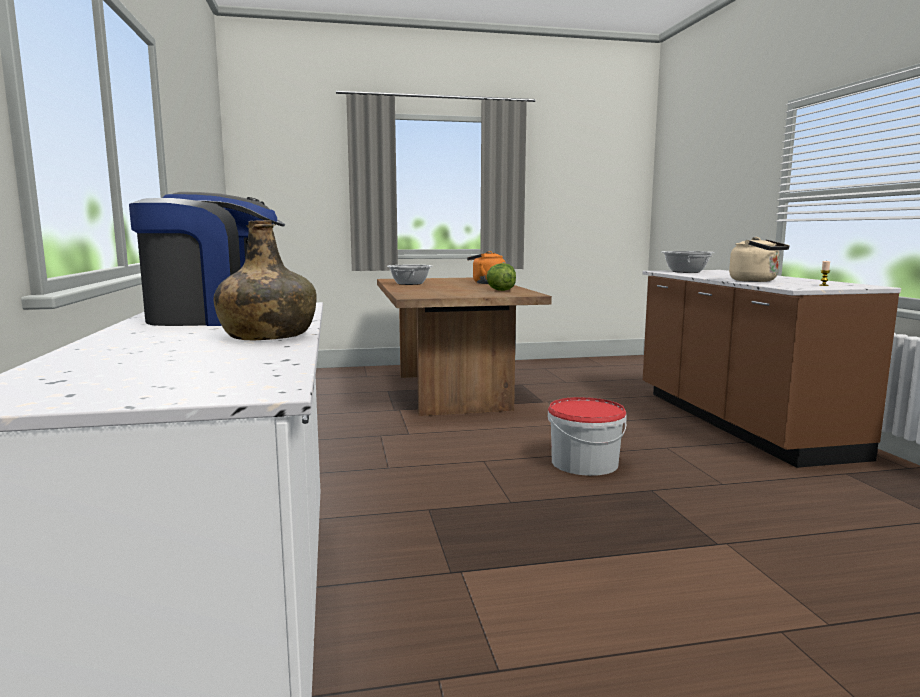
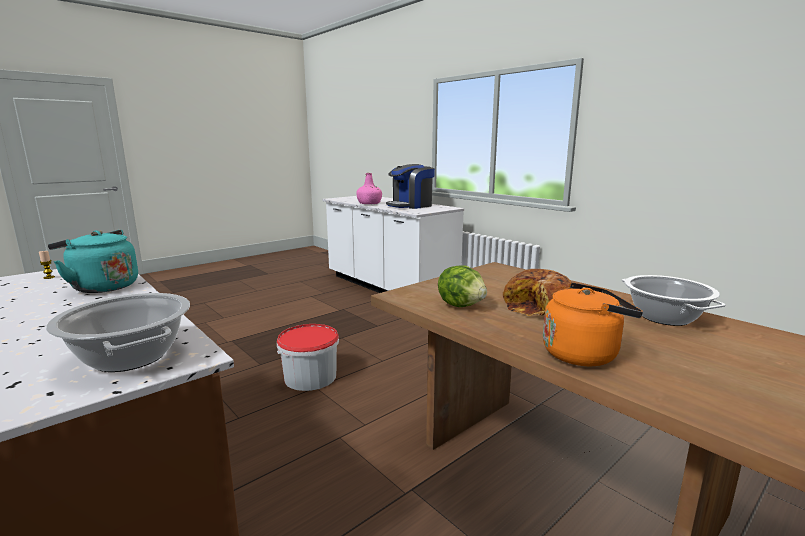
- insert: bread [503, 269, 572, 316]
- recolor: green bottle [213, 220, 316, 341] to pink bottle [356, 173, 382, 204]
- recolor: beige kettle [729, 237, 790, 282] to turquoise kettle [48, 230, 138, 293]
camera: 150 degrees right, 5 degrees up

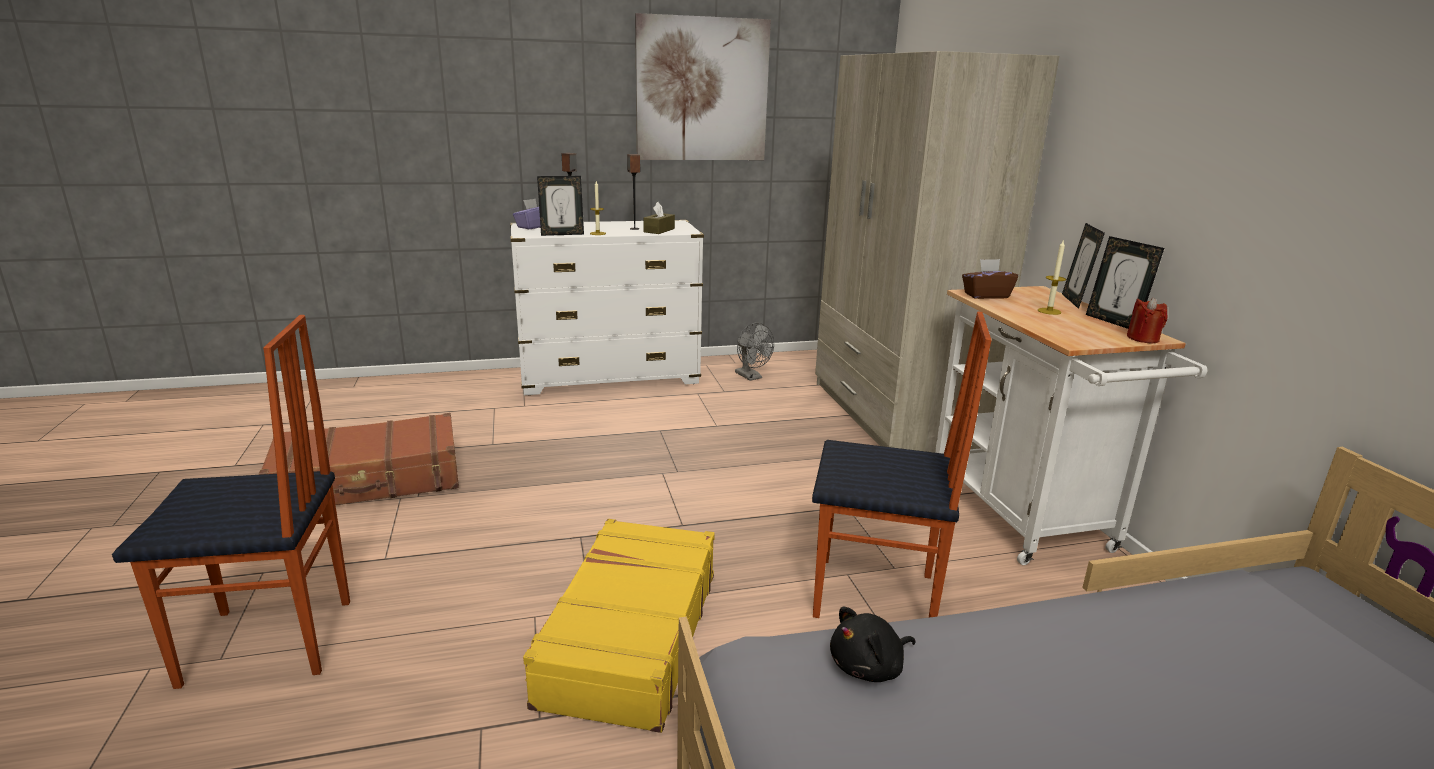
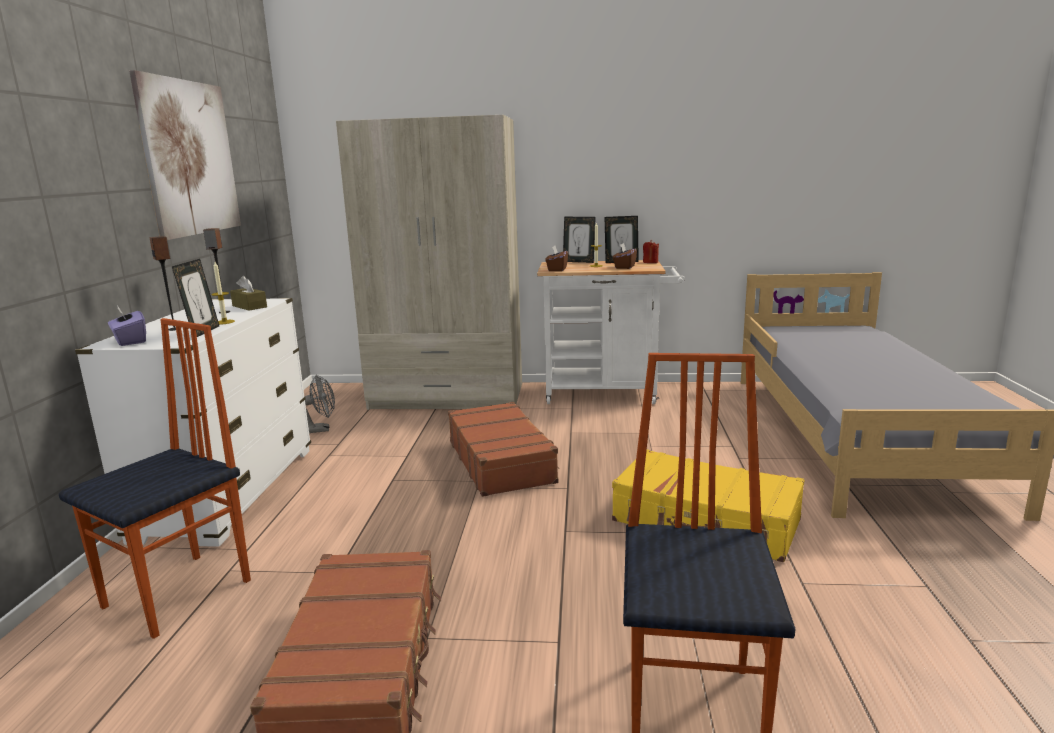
- delete: black plush toy [830, 607, 916, 682]
- insert: brown suitcase [448, 402, 558, 497]
- insert: brown tissue box [613, 243, 637, 269]
- move: chair [812, 311, 992, 618] to [59, 318, 251, 639]
camera: 70 degrees left, 5 degrees down

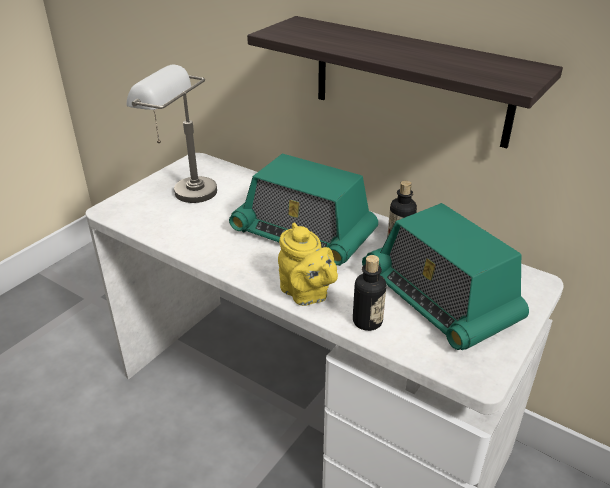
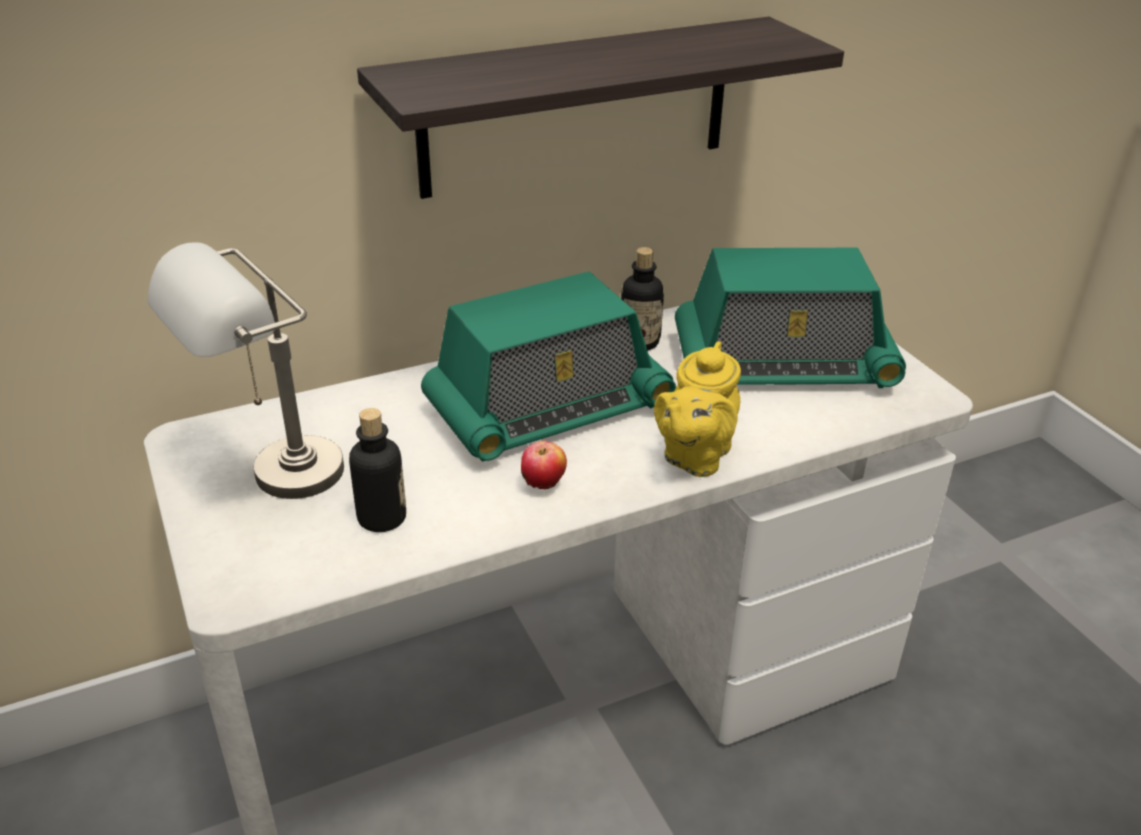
- insert: apple [521, 441, 567, 489]
- move: bottle [353, 255, 386, 331] to [349, 408, 406, 532]
- rotate: yellow teapot [278, 223, 338, 306] = [654, 341, 741, 477] 120 degrees clockwise
camera: 60 degrees left, 0 degrees up

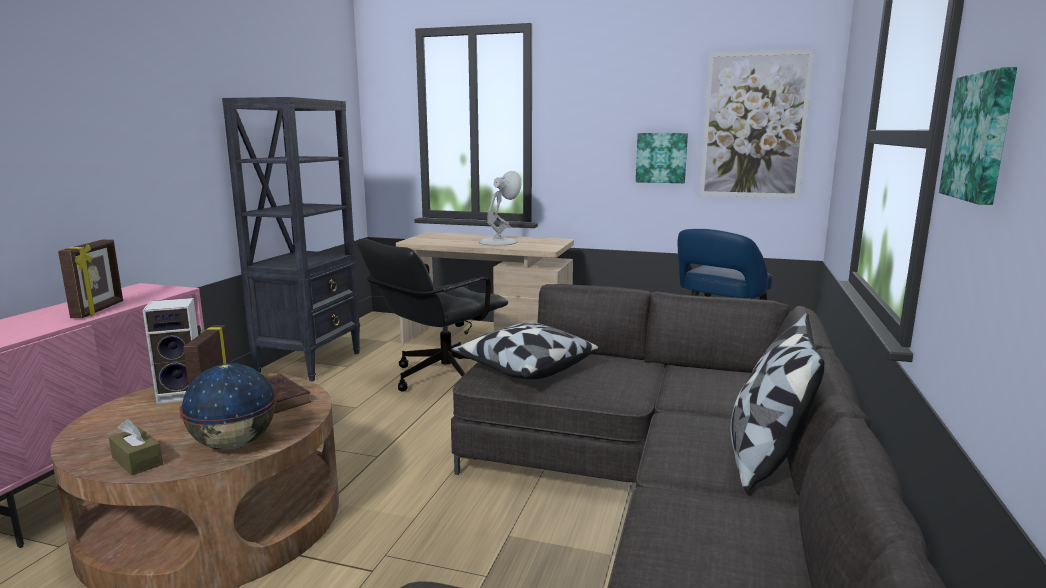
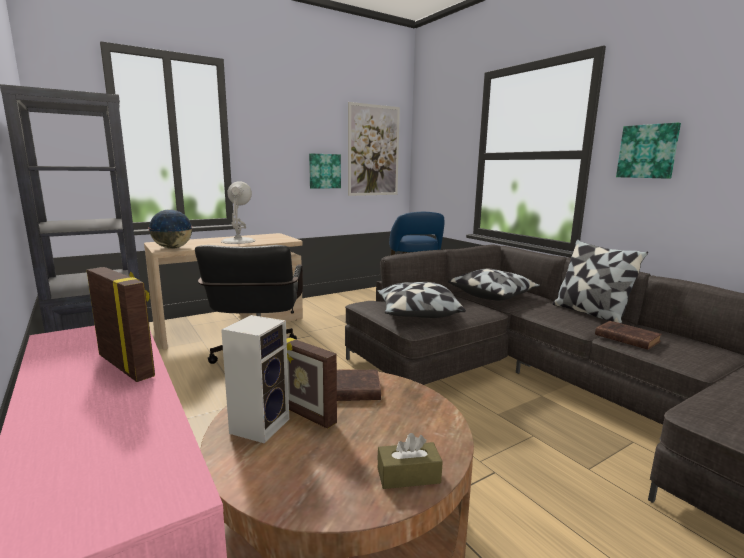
- insert: pillow [448, 269, 540, 300]
- insert: brown book [595, 321, 662, 350]
- move: globe [179, 363, 277, 450] to [149, 209, 193, 249]
camera: 50 degrees left, 0 degrees up

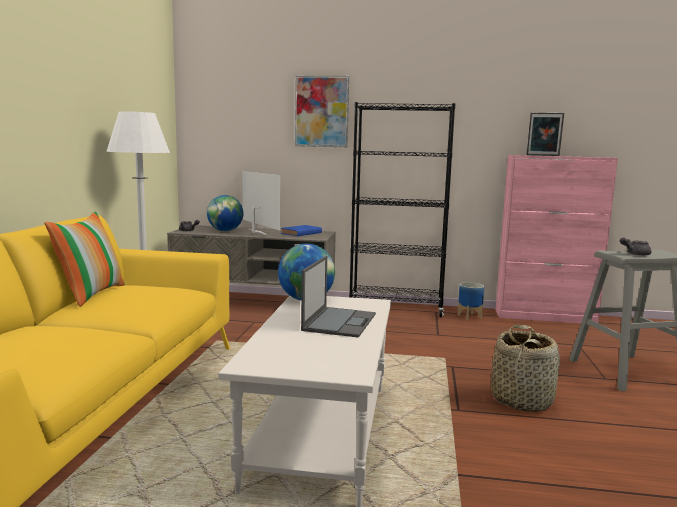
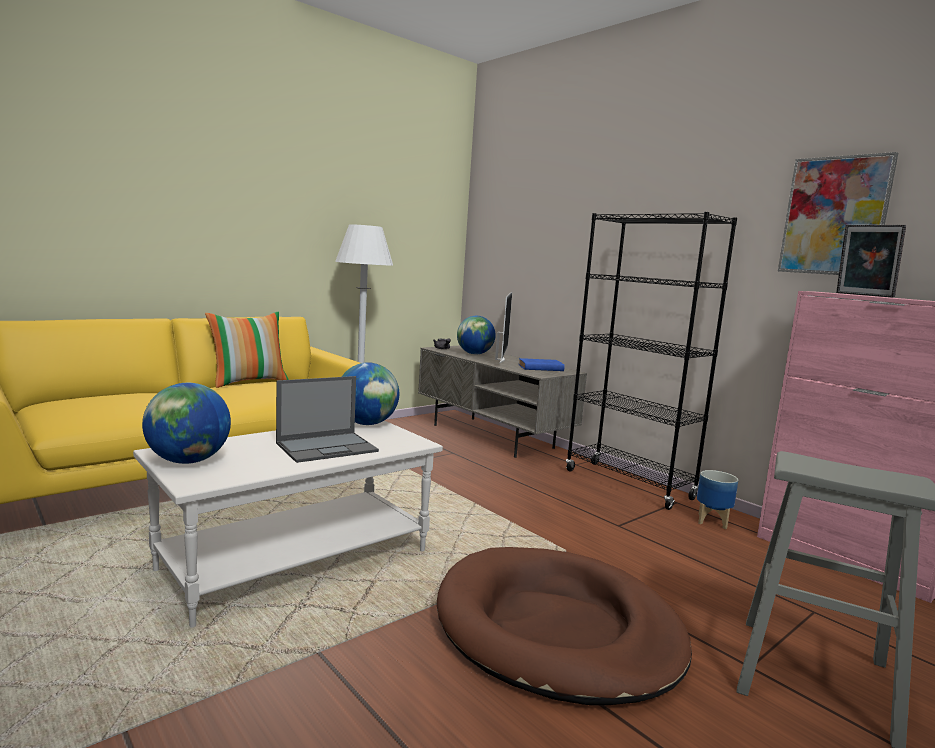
- delete: grey teapot [619, 237, 651, 256]
- insert: globe [142, 383, 231, 464]
- move: picture [295, 76, 349, 147] to [778, 152, 898, 275]
- replace: basket [491, 325, 560, 412] to brown dog bed [437, 547, 692, 706]
camera: 40 degrees right, 0 degrees up

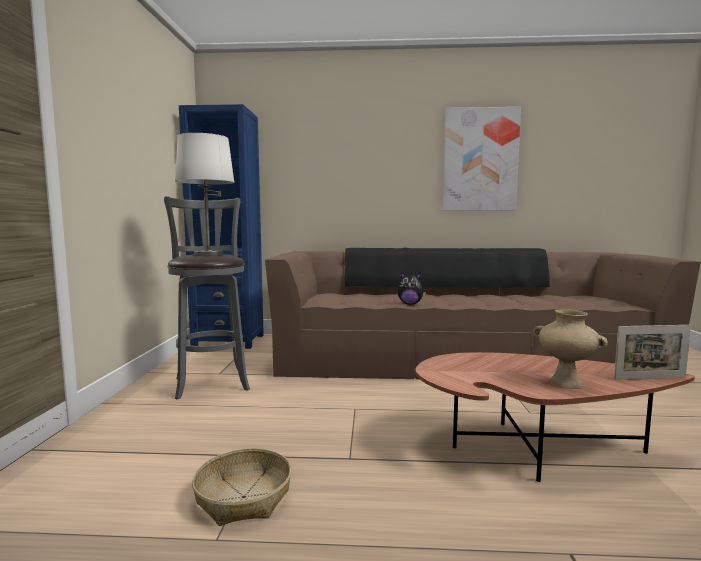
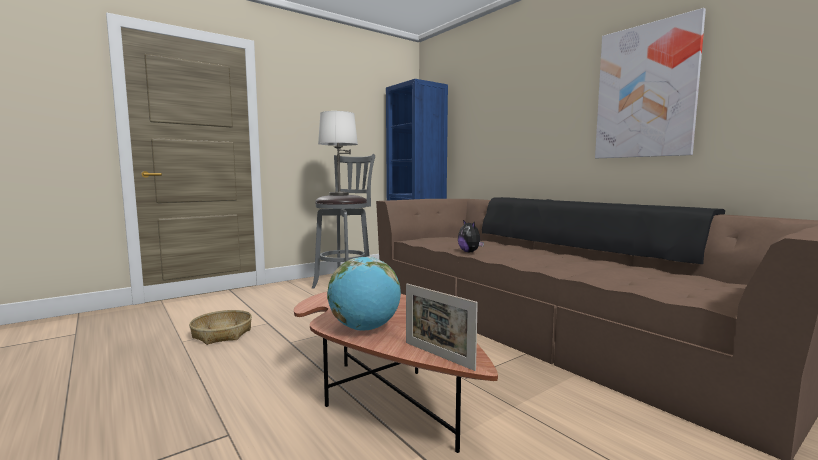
- replace: beige vase [533, 309, 608, 389] to globe [327, 256, 401, 331]
camera: 50 degrees right, 0 degrees up

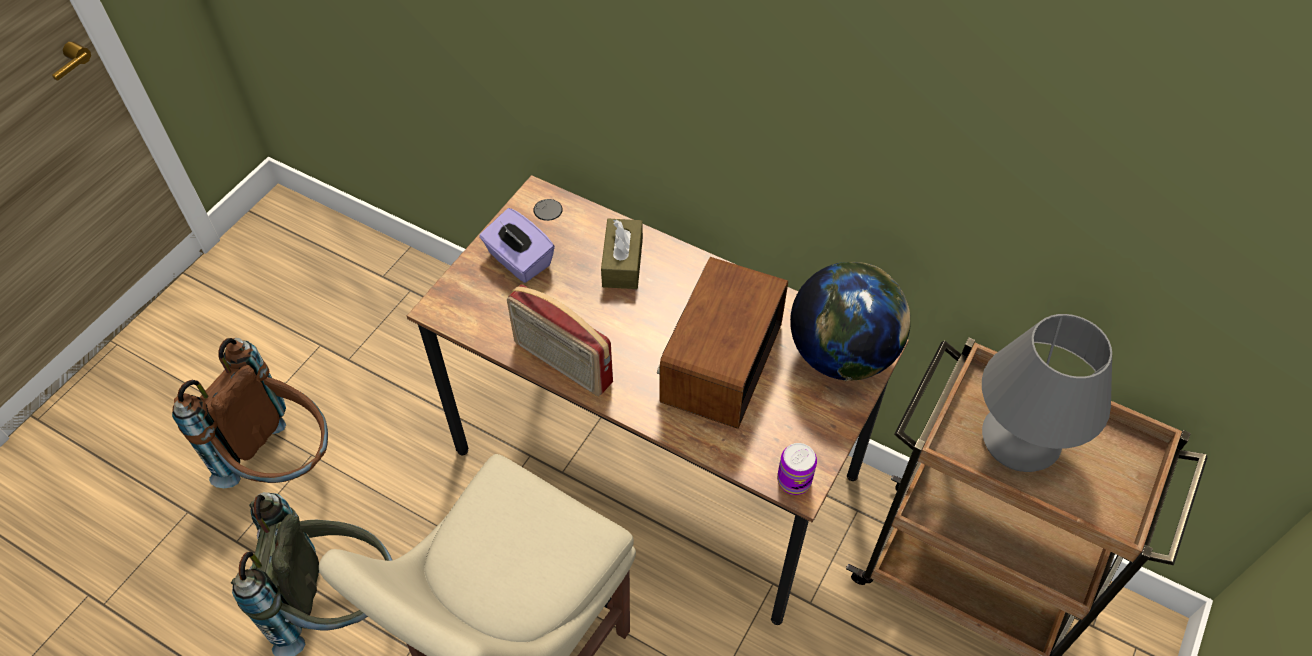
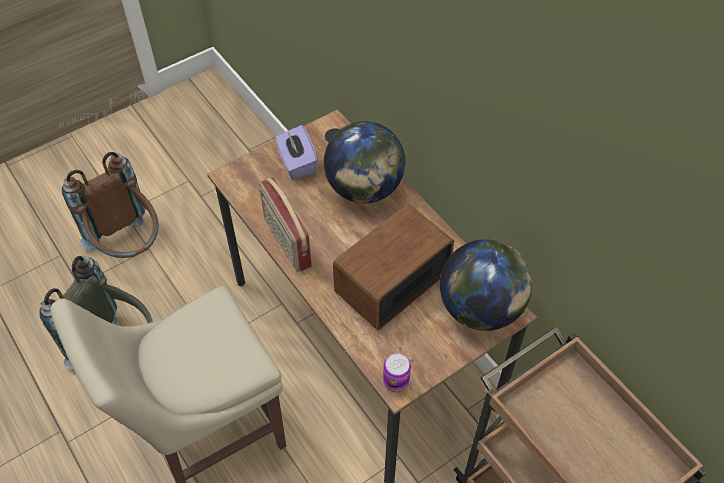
- delete: grey table lamp [982, 314, 1112, 472]
- replace: brown tissue box [601, 219, 643, 289] to globe [324, 121, 405, 204]
camera: 25 degrees right, 0 degrees up

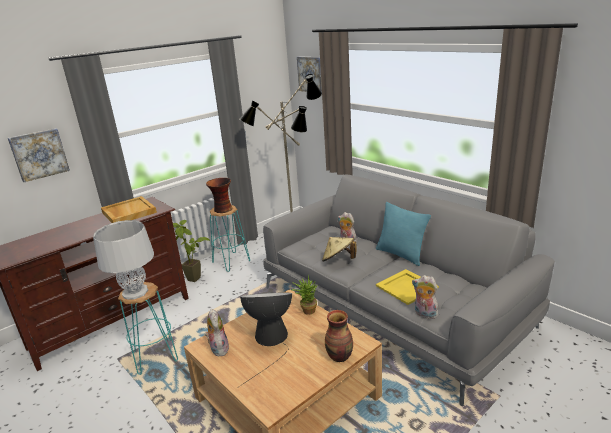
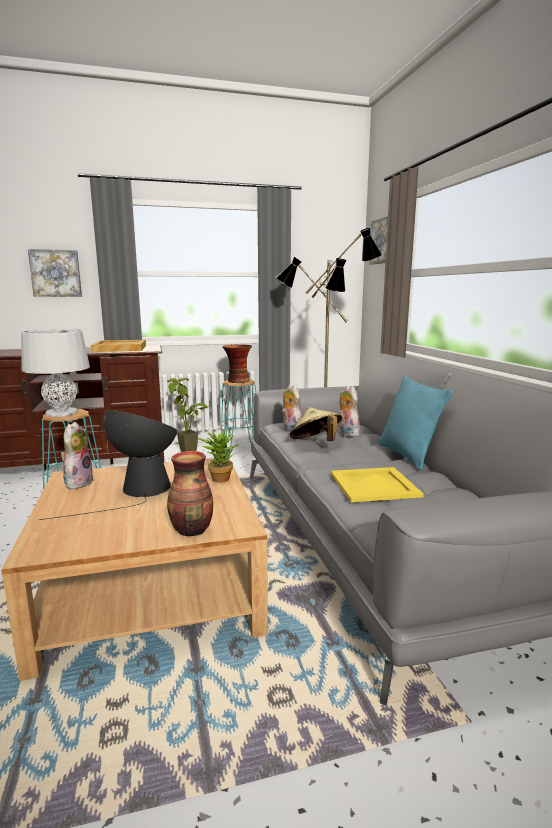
- move: plush toy [412, 275, 438, 319] to [282, 384, 302, 433]
camera: 25 degrees right, 10 degrees down

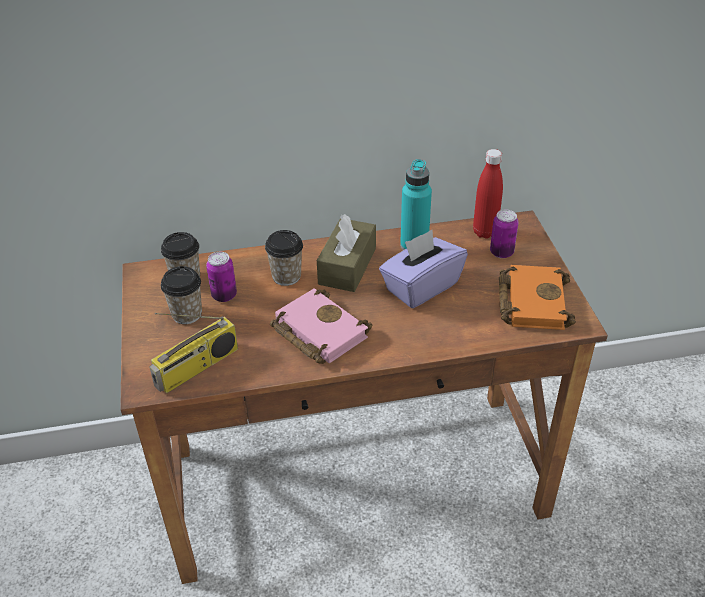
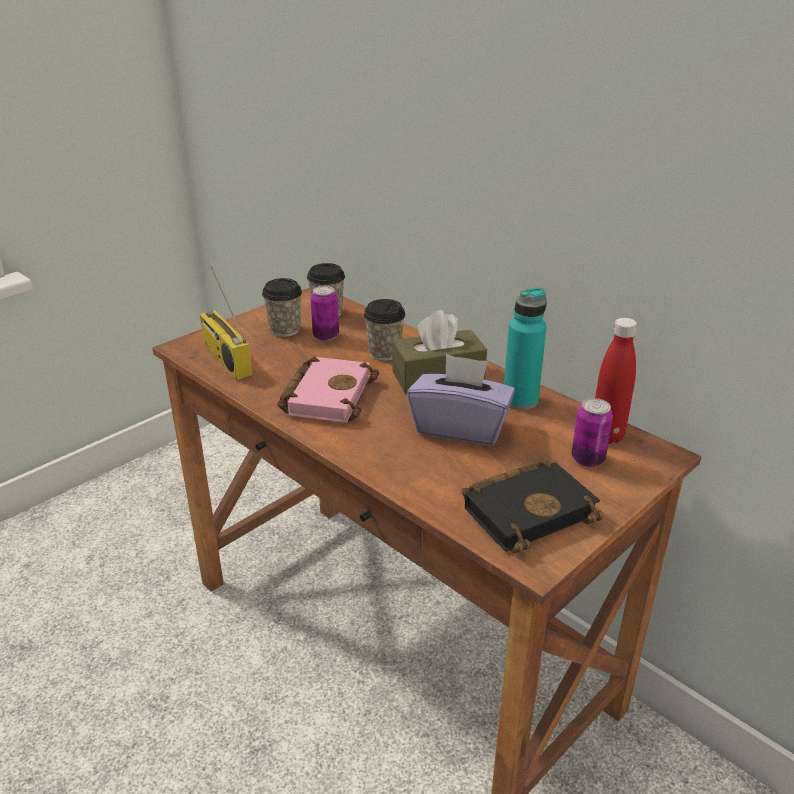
- recolor: orange book [499, 265, 576, 330] to black book [462, 460, 603, 553]
- rotate: radio [149, 313, 238, 393] = [200, 267, 252, 380] 45 degrees clockwise
camera: 55 degrees right, 10 degrees down

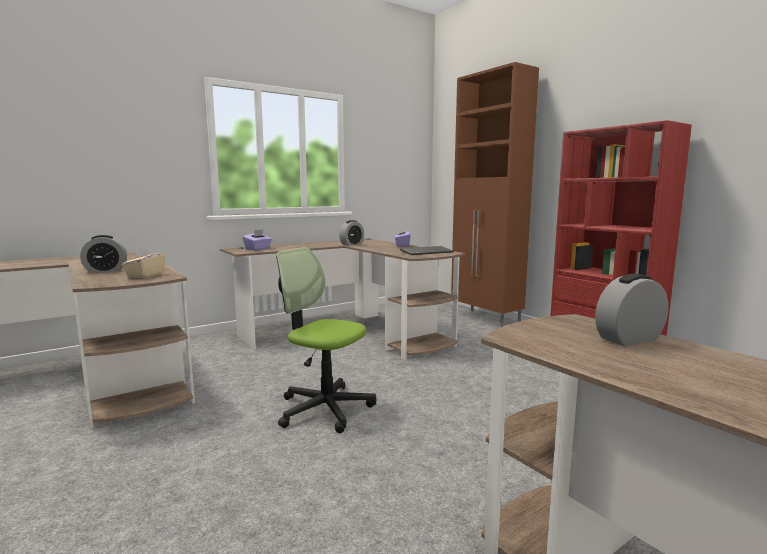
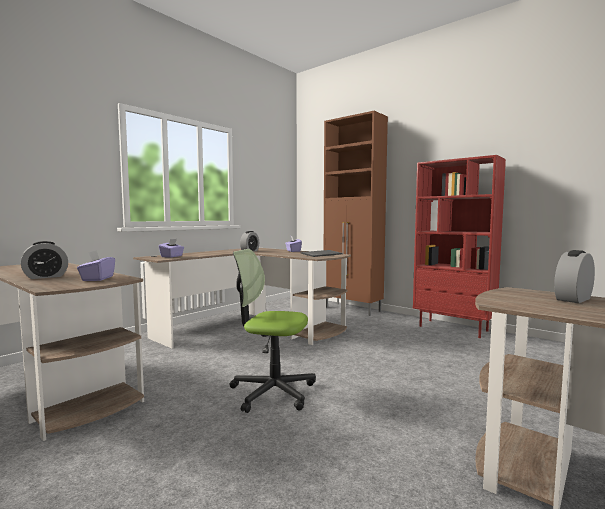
- recolor: beige tissue box [122, 246, 165, 278] to purple tissue box [77, 250, 115, 281]
camera: 15 degrees left, 5 degrees down

